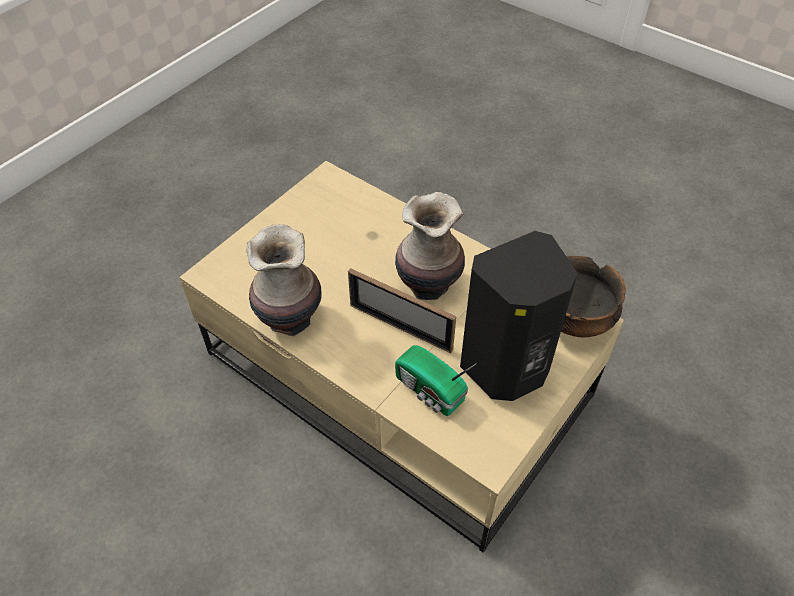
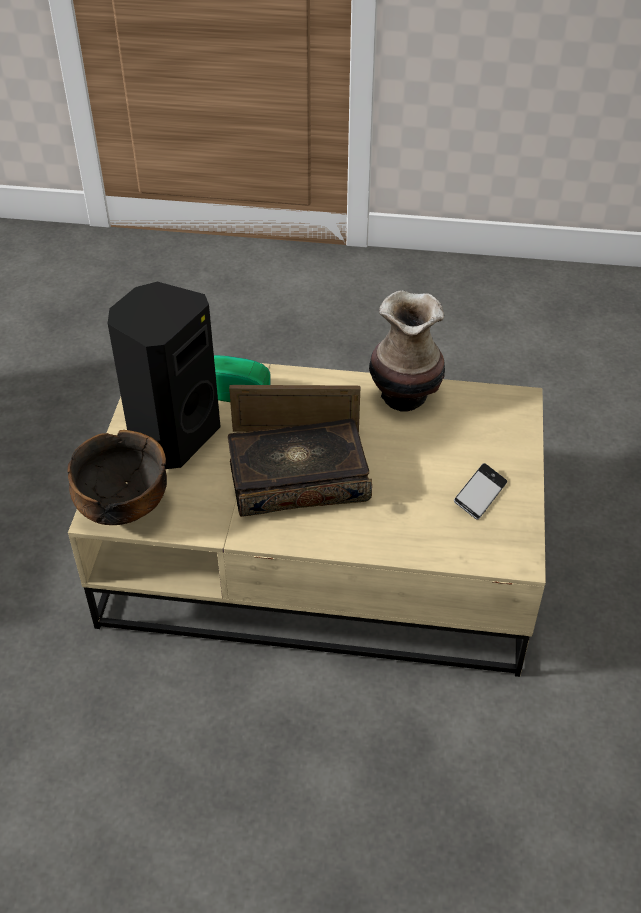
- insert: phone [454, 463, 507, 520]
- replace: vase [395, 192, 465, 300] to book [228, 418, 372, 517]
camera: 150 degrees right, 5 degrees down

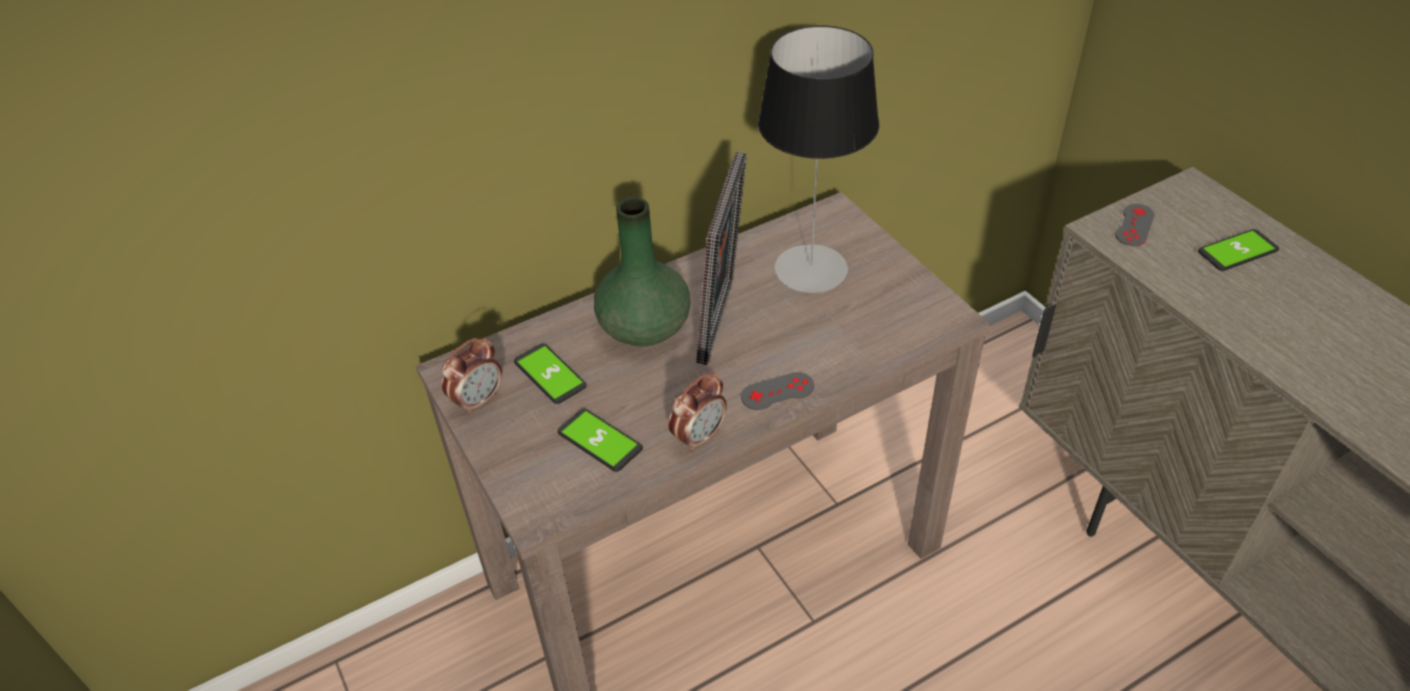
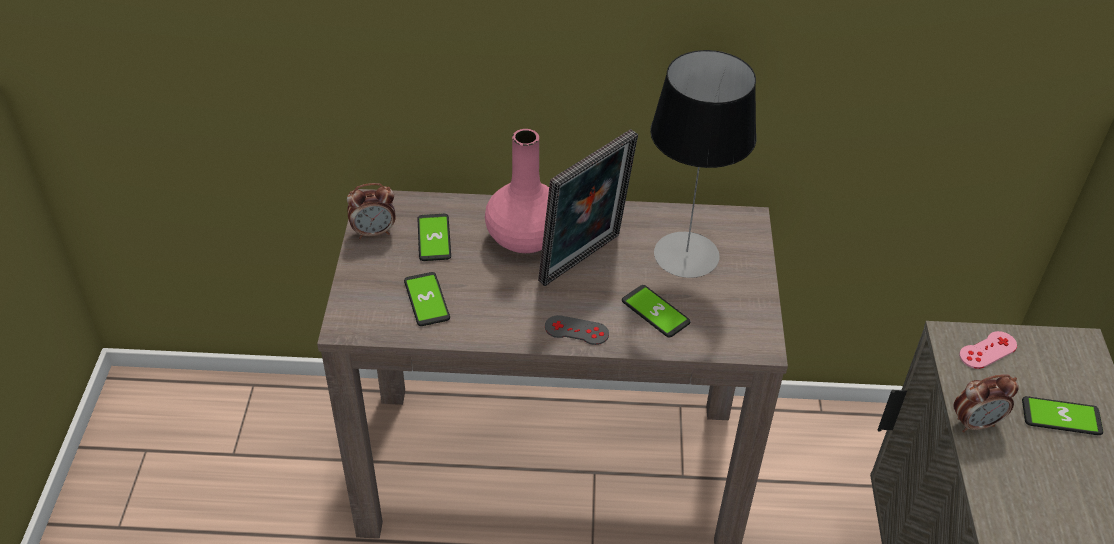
- insert: phone [622, 285, 691, 338]
- move: alarm clock [668, 372, 727, 453] to [953, 374, 1019, 432]
- recolor: green vase [594, 197, 691, 346] to pink vase [485, 129, 549, 253]
- recolor: grey game controller [1115, 204, 1154, 246] to pink game controller [959, 331, 1017, 369]
camera: 30 degrees right, 0 degrees up

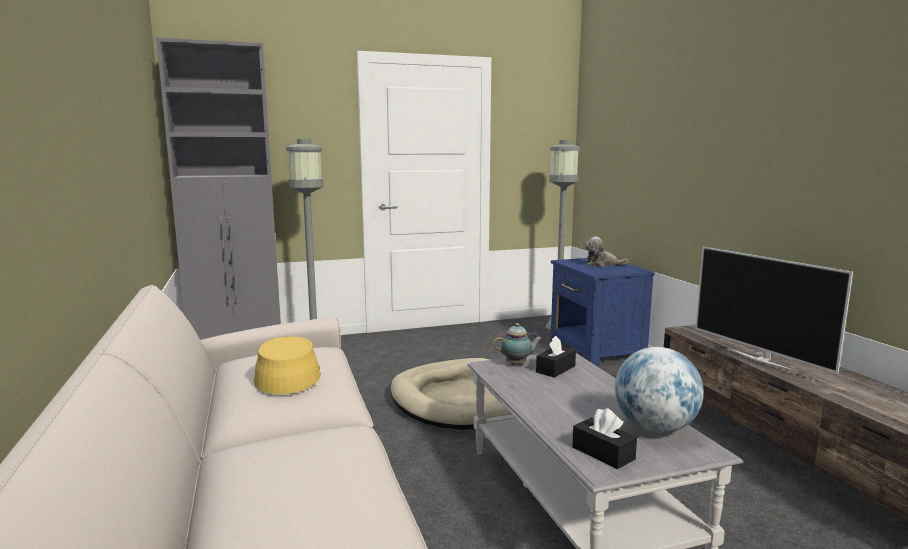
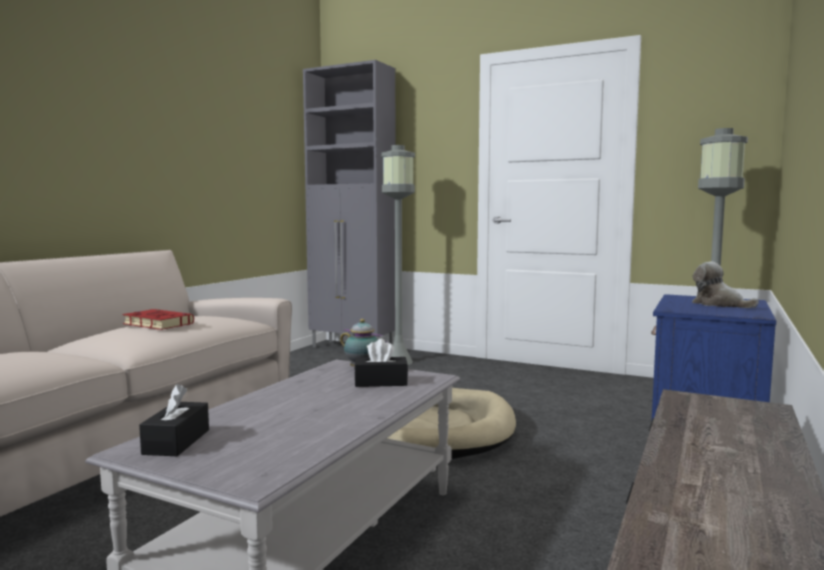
- delete: globe [615, 347, 704, 433]
- delete: television [695, 247, 853, 373]
- replace: yellow hat [253, 336, 321, 394] to red book [122, 309, 194, 330]
camera: 45 degrees right, 5 degrees down

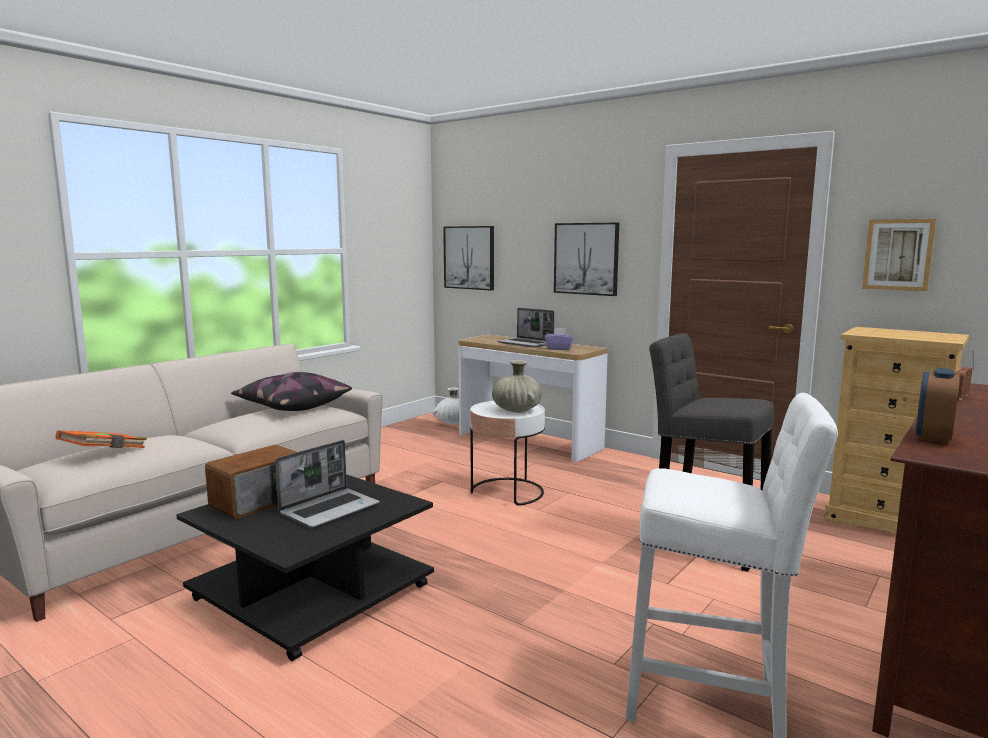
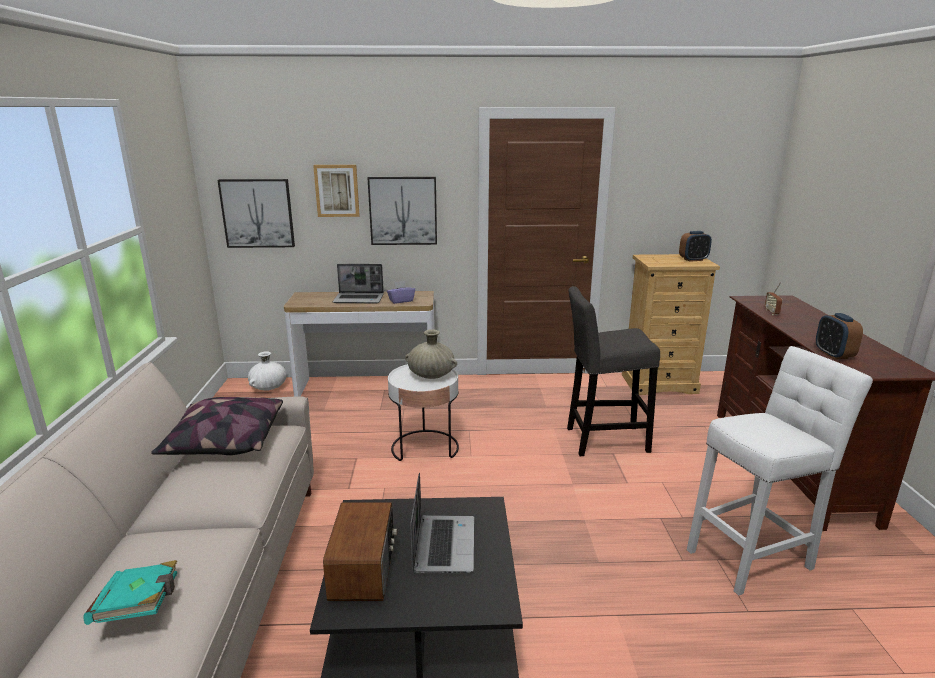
- insert: alarm clock [679, 231, 712, 262]
- move: picture [862, 219, 936, 291] to [313, 165, 360, 217]
- recolor: orange book [56, 431, 147, 448] to turquoise book [83, 560, 177, 625]
camera: 40 degrees left, 10 degrees up

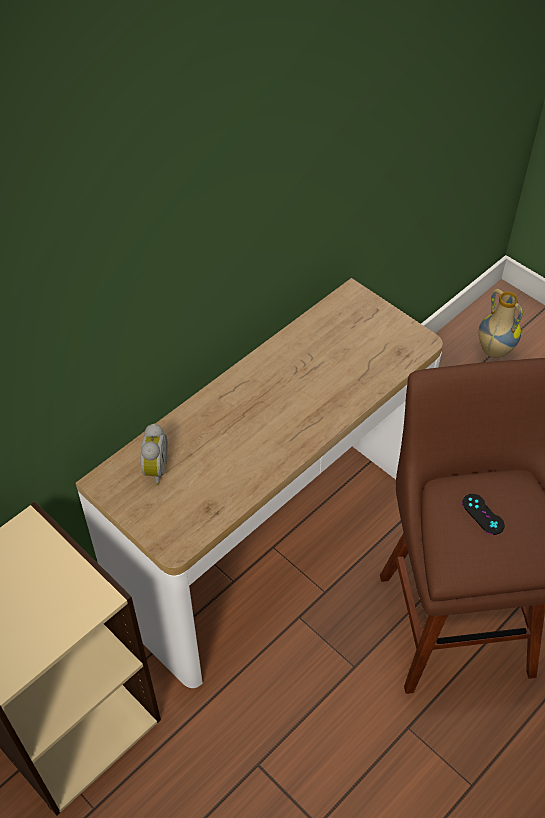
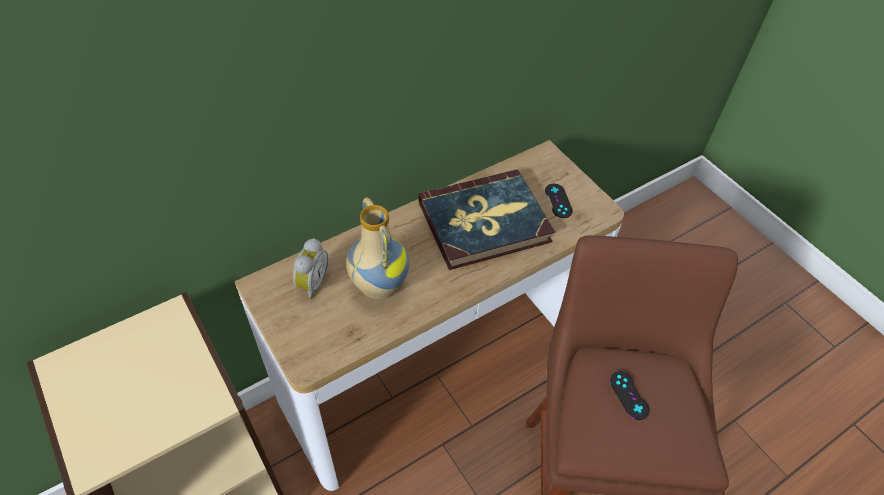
- insert: book [418, 170, 555, 270]
- insert: black game controller [545, 184, 573, 218]
- move: vase [478, 289, 523, 358] to [346, 197, 409, 299]
camera: 10 degrees right, 0 degrees up

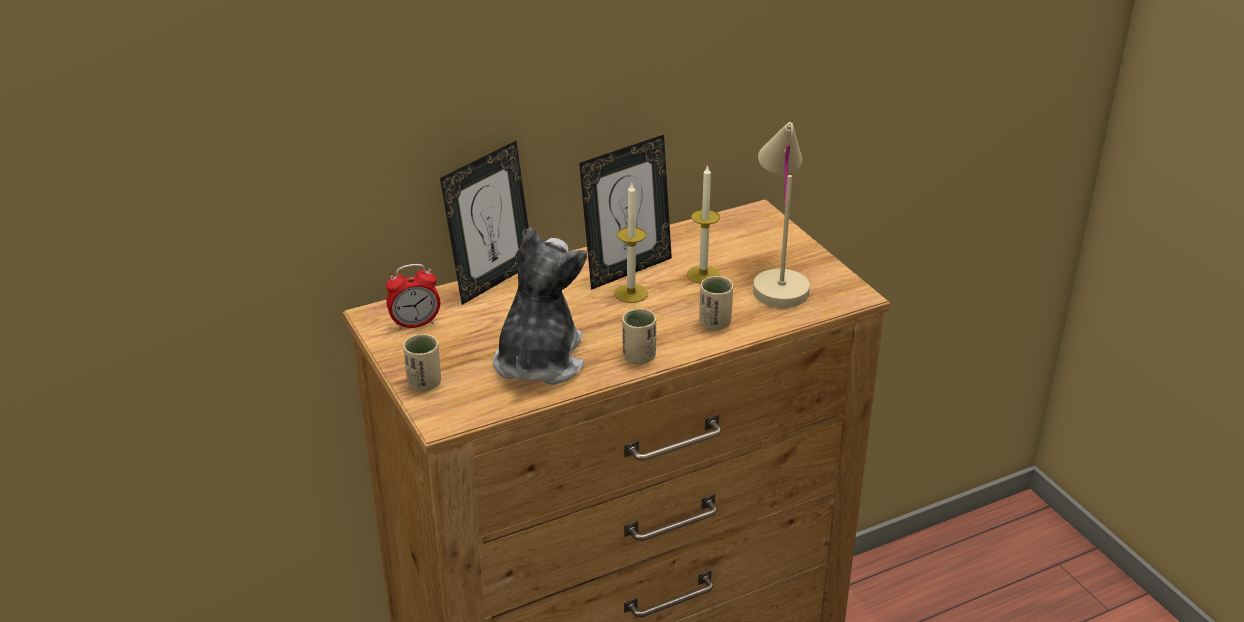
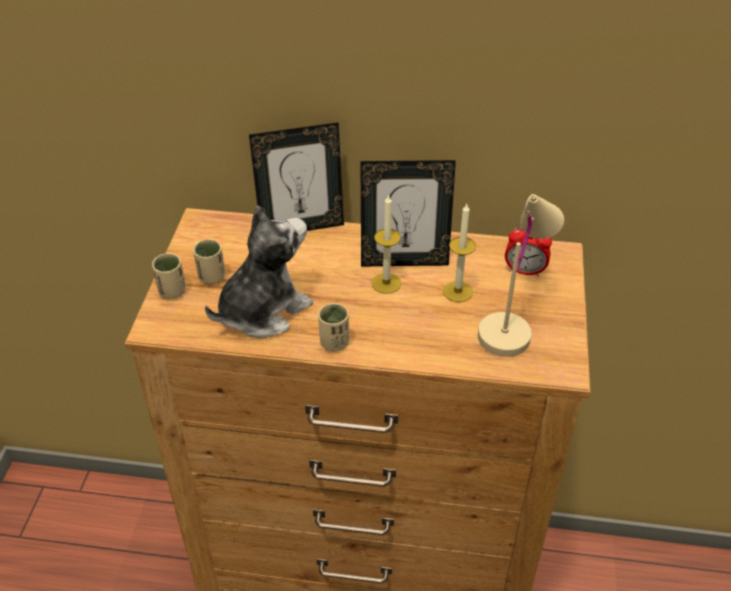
- move: alarm clock [386, 264, 440, 330] to [505, 227, 552, 277]
- move: beige cup [699, 276, 733, 330] to [193, 239, 225, 284]
camera: 35 degrees right, 10 degrees up

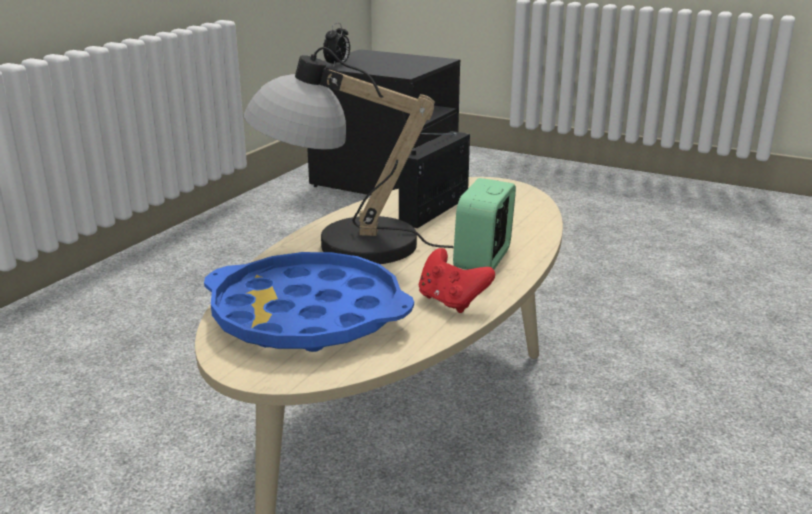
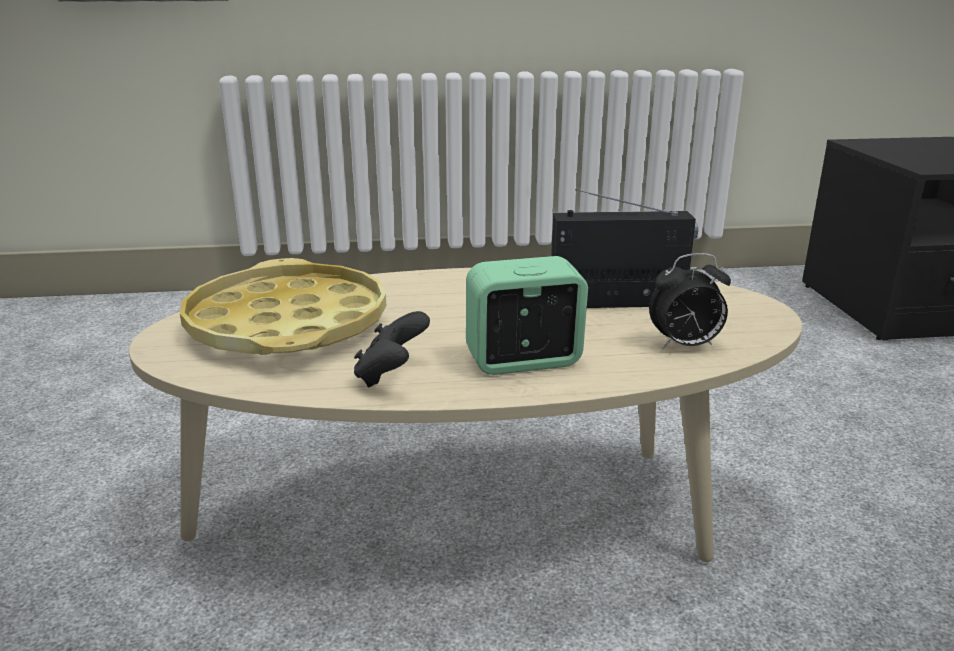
- delete: table lamp [244, 47, 454, 264]
- move: alarm clock [323, 23, 350, 67] to [649, 253, 731, 349]
- recolor: blue tray [204, 252, 414, 352] to yellow tray [180, 258, 386, 355]
- recolor: red game controller [419, 248, 495, 313] to black game controller [354, 311, 430, 387]
camera: 55 degrees right, 0 degrees up

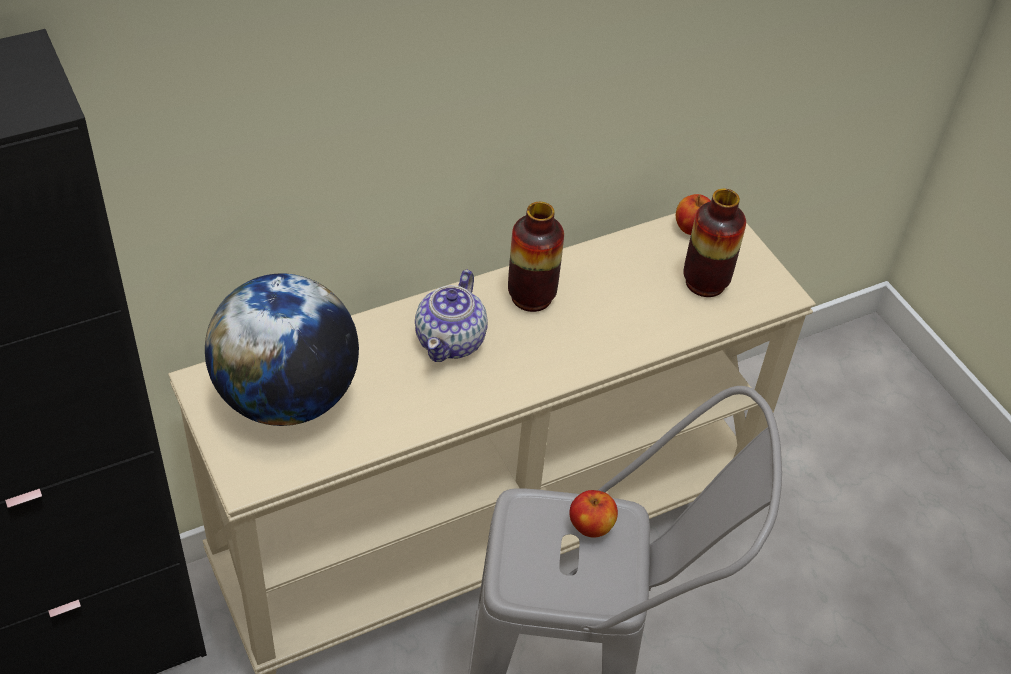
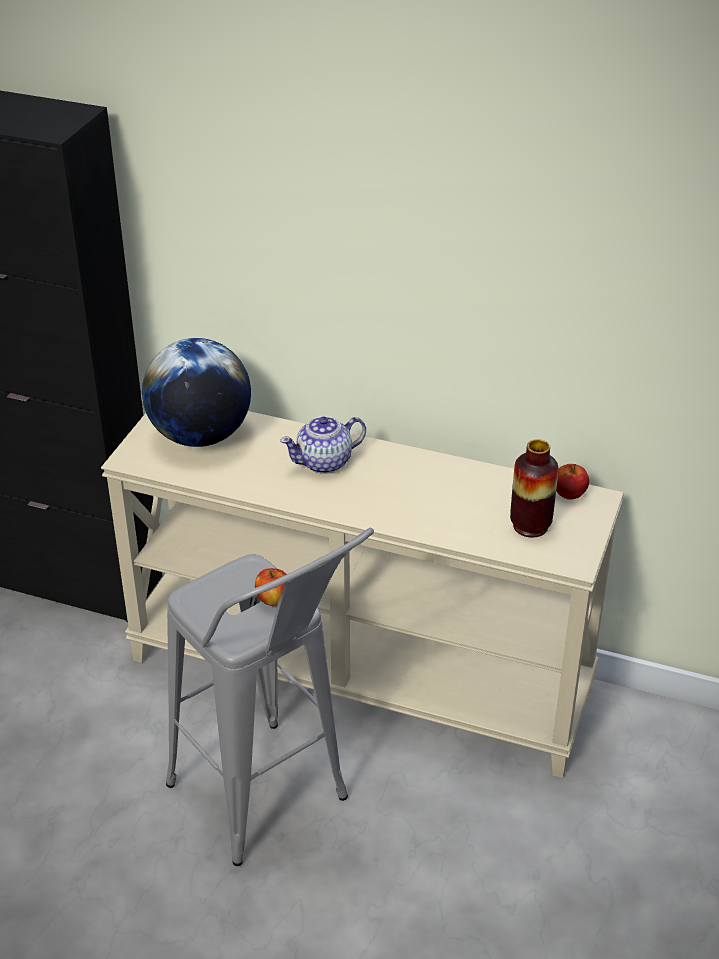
- delete: vase [508, 202, 564, 312]
camera: 50 degrees right, 10 degrees down

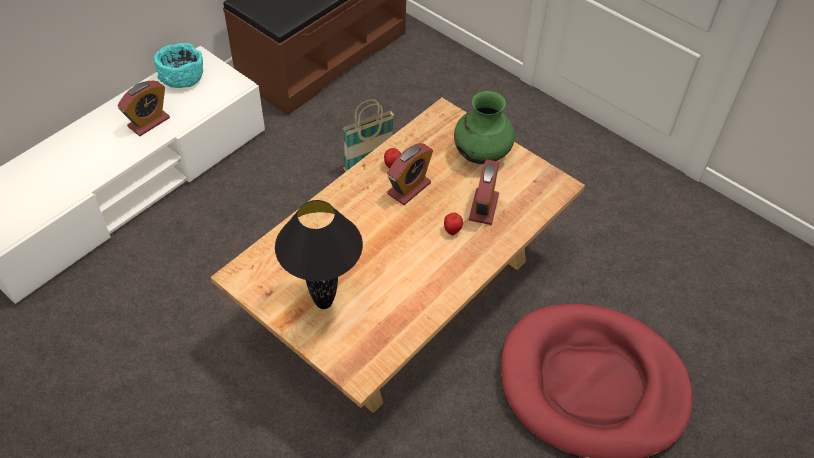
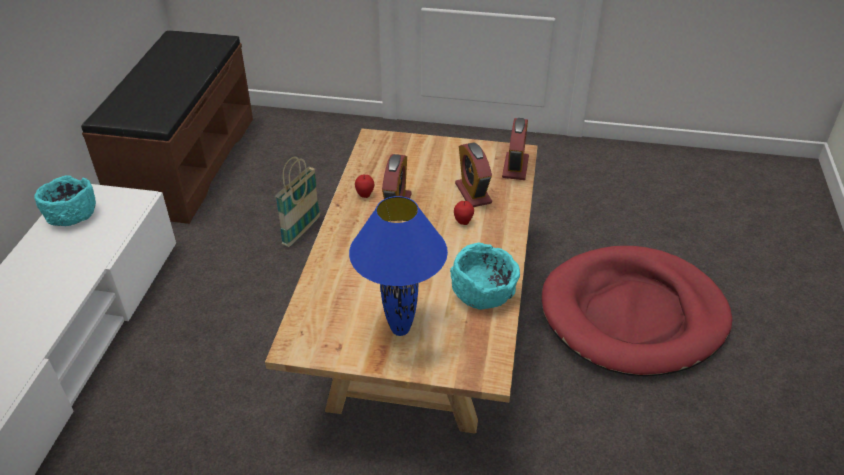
- delete: green vase [454, 91, 515, 164]
- insert: turquoise bowl [450, 243, 520, 310]
- move: alarm clock [117, 81, 170, 136] to [502, 118, 529, 180]
- recolor: black table lamp [275, 200, 363, 309] to blue table lamp [349, 196, 448, 336]
camera: 30 degrees left, 10 degrees down

